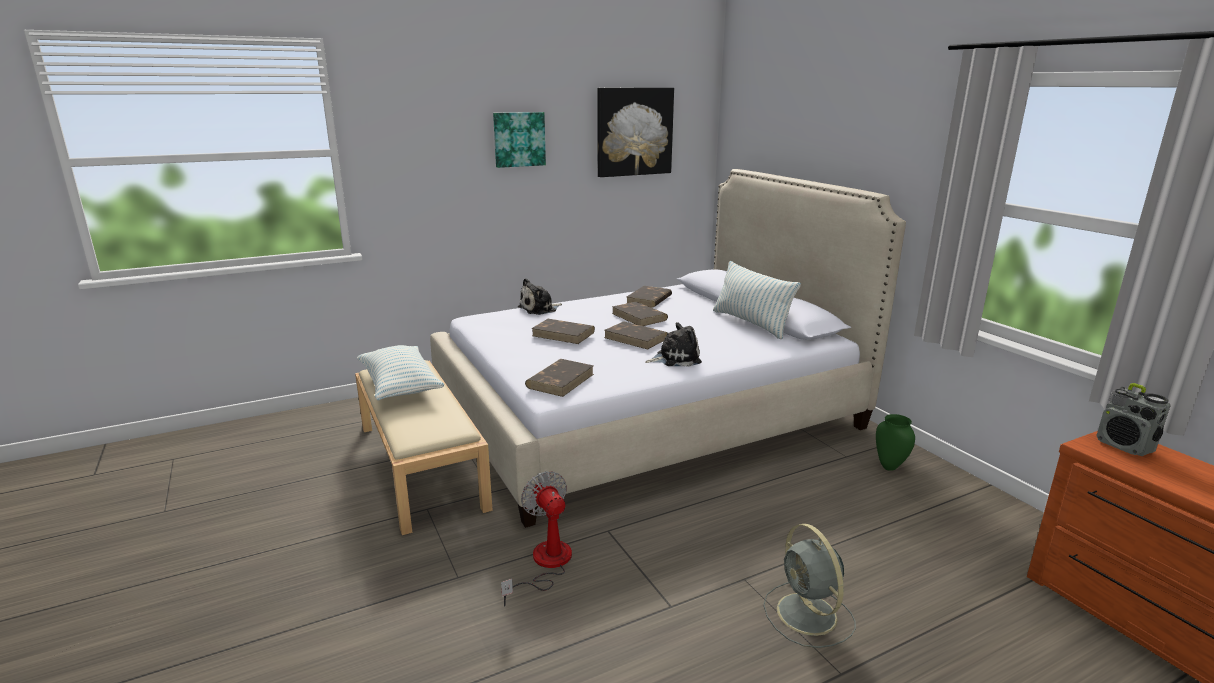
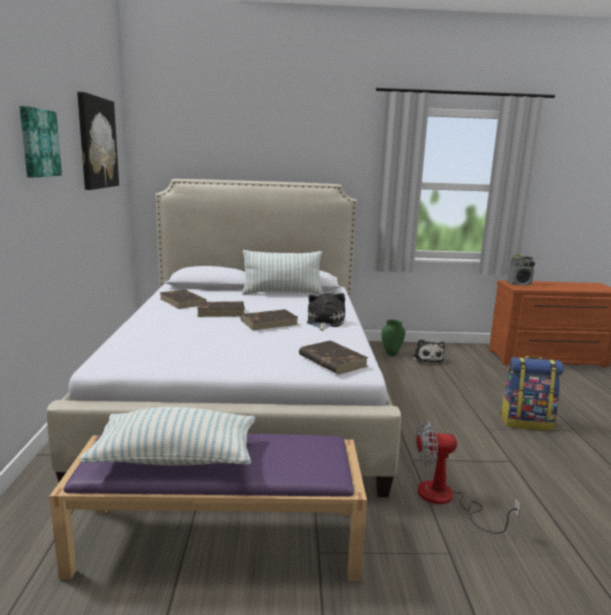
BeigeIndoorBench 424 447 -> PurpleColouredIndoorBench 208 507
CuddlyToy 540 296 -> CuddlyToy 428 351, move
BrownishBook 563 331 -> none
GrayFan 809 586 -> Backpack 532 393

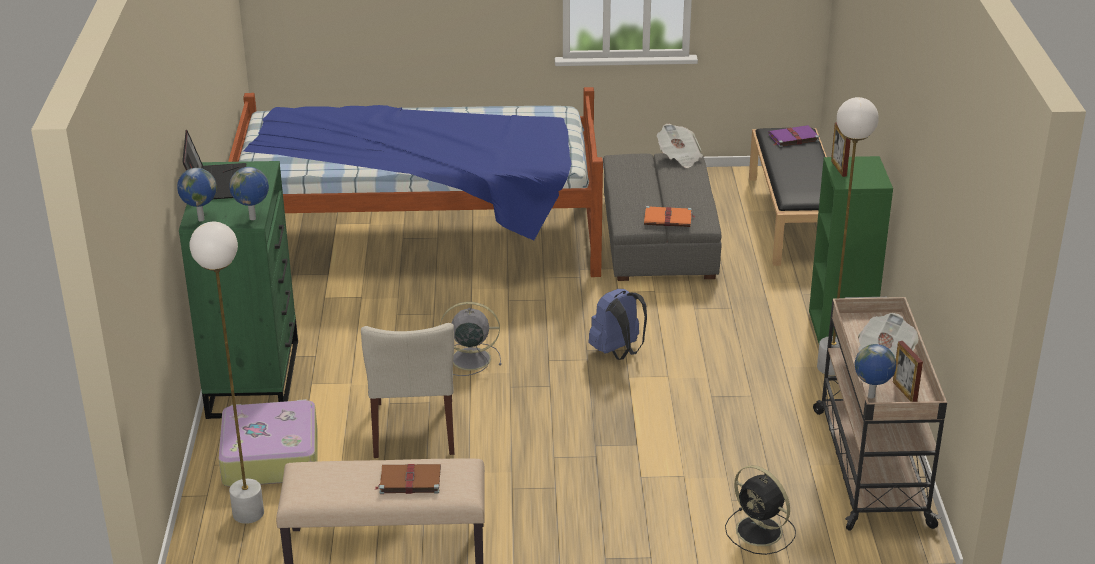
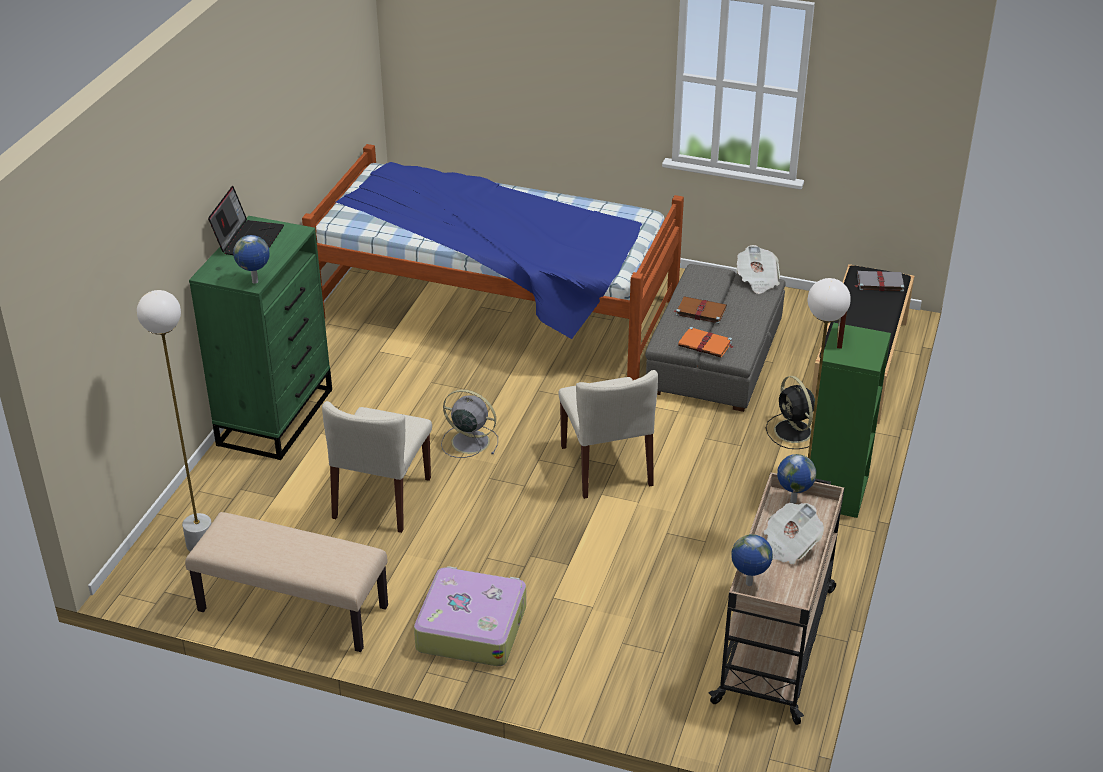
DeskGlobe 197 194 -> DeskGlobe 796 479, move
PieceOfLuggage 267 442 -> PieceOfLuggage 470 616, move
BrownishBook 408 479 -> BrownishBook 700 310, move
BlueColouredBackpack 618 324 -> BeigeUprightChair 608 434
BlackishFan 760 510 -> BlackishFan 790 412, move
PurpleColouredBook 794 136 -> GrayBook 879 281
PhotoFrame 908 371 -> none

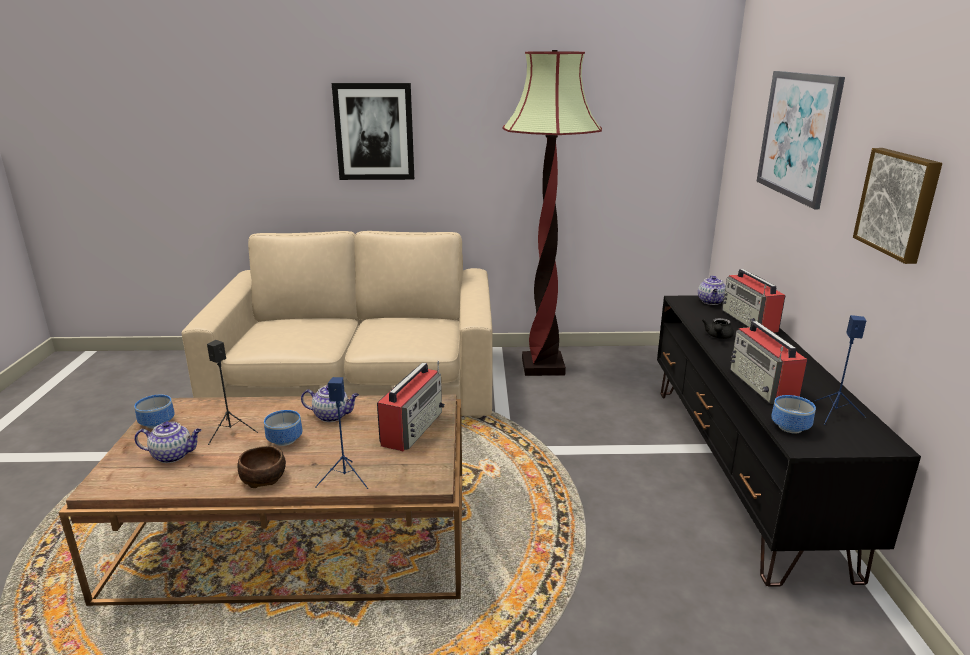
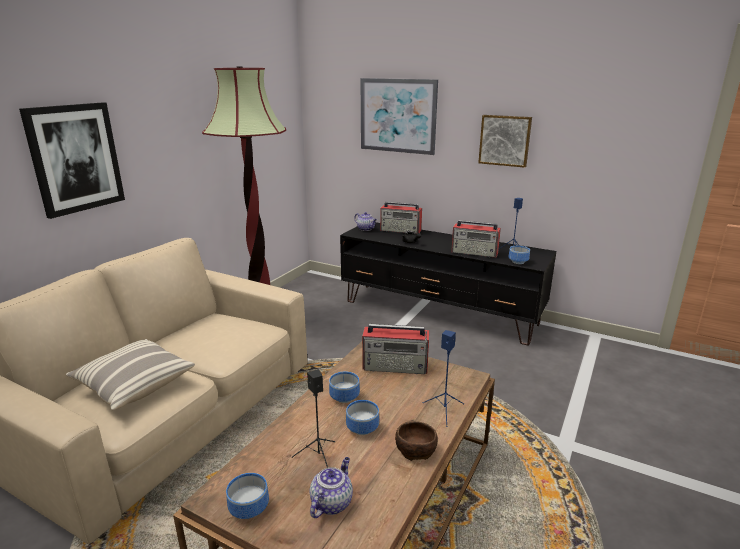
Teapot 330 403 -> DeepDish 344 387
RadioReceiver 411 406 -> RadioReceiver 395 349, 135 degrees clockwise
none -> ThrowPillow 130 374

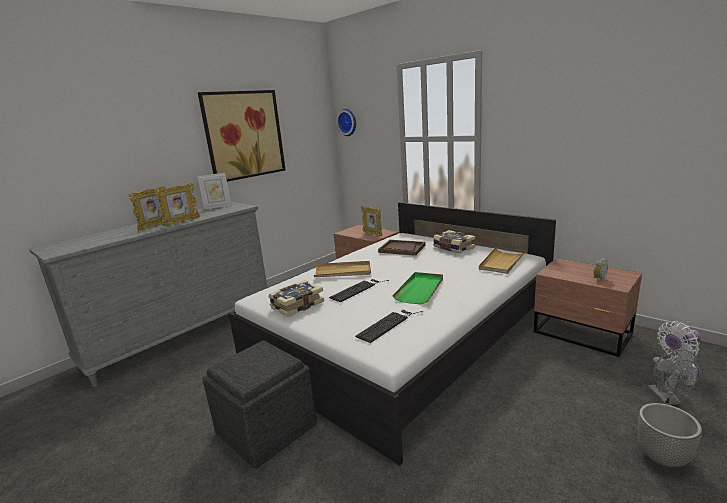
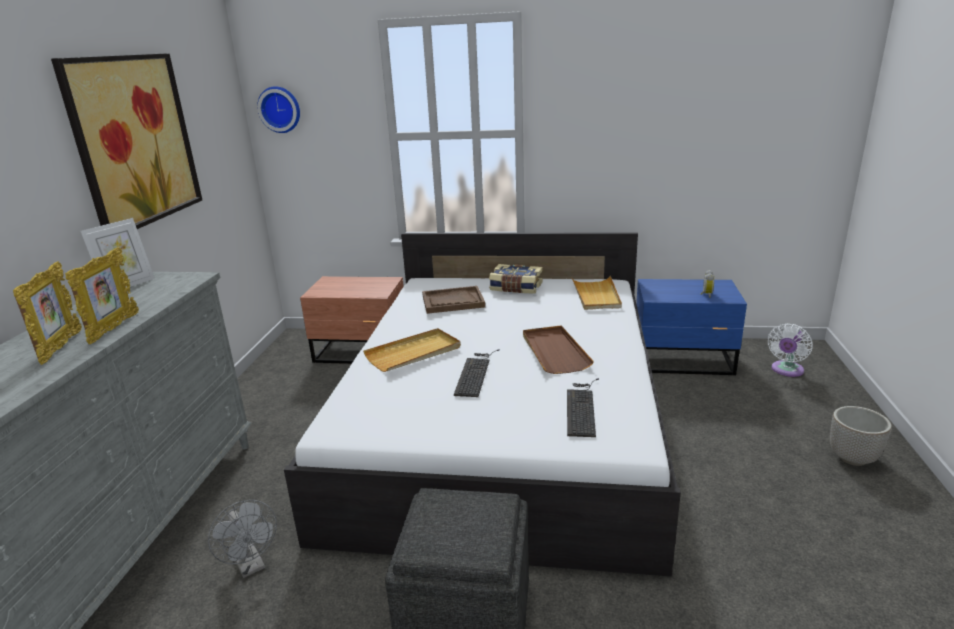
Book 296 298 -> none
PhotoFrame 371 221 -> none
GreenishCarryingTray 417 288 -> BrownishCarryingTray 558 350
BrownishBedsideTable 588 307 -> BlueColouredBedsideTable 691 327
GrayFan 674 377 -> GrayFan 242 539, move

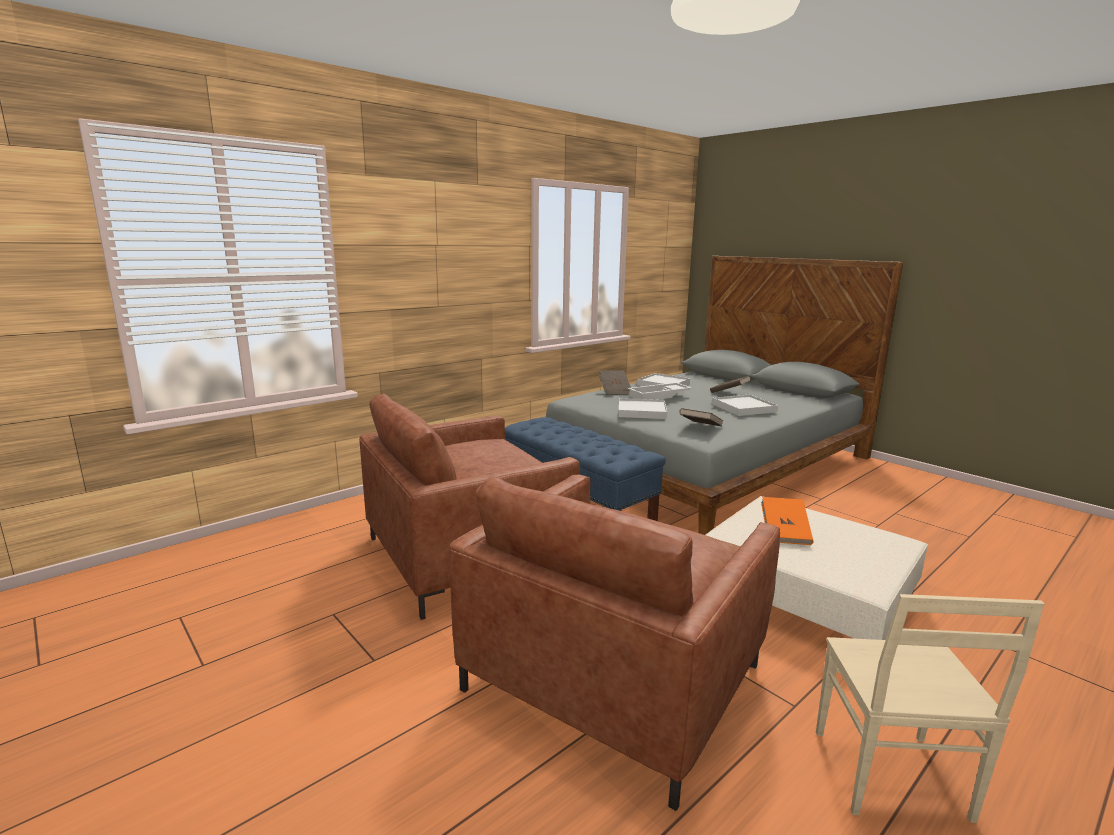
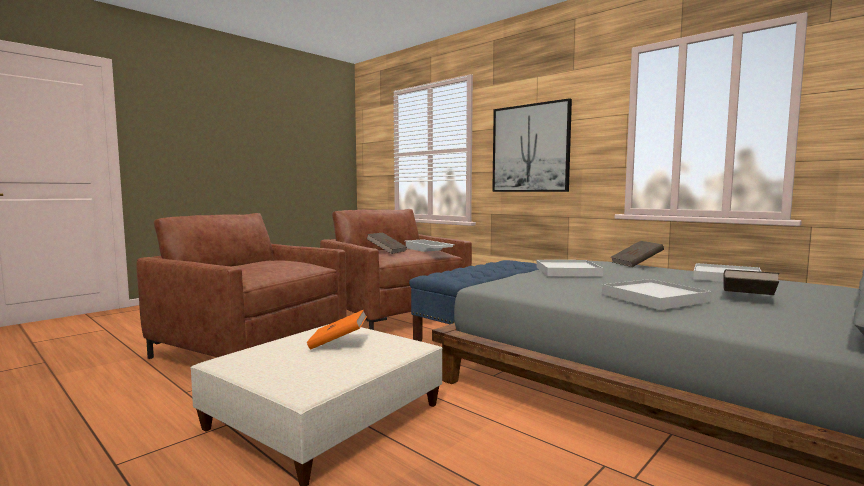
WhitishCarryingTray 660 391 -> WhitishCarryingTray 430 245, move
BrownishBook 701 417 -> BrownishBook 386 243, move
BeigeUprightChair 930 708 -> none
none -> Picture 532 145

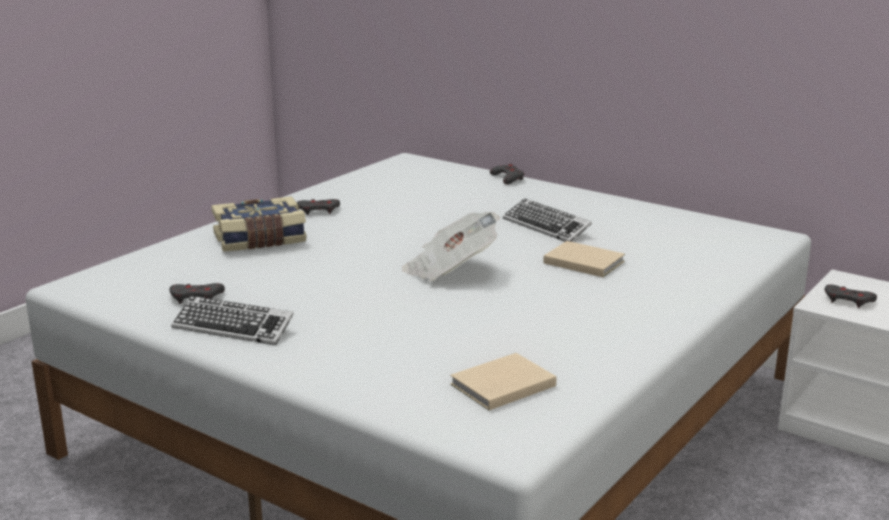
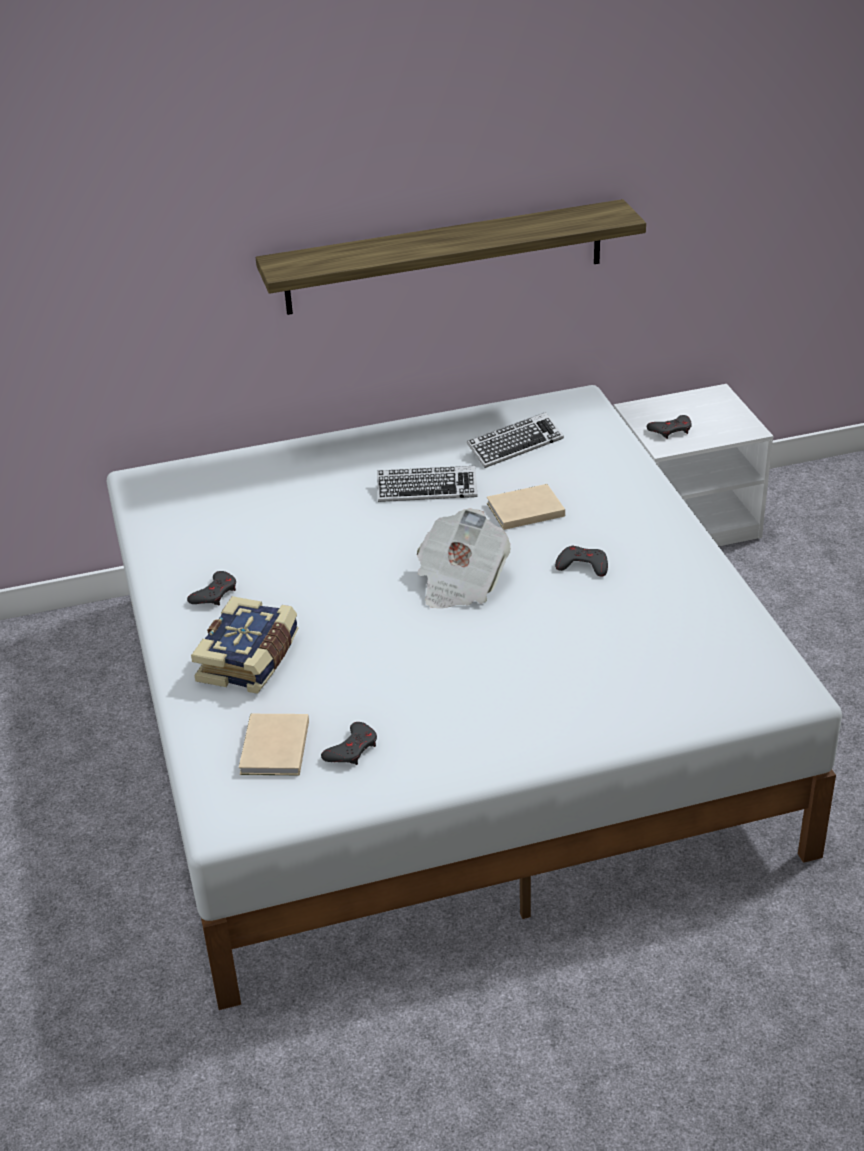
PcKeyboard 232 320 -> PcKeyboard 515 440, move
BeigeBook 503 381 -> BeigeBook 274 744, move
GrayGamepad 507 174 -> GrayGamepad 581 561, move
none -> WallShelf 451 257

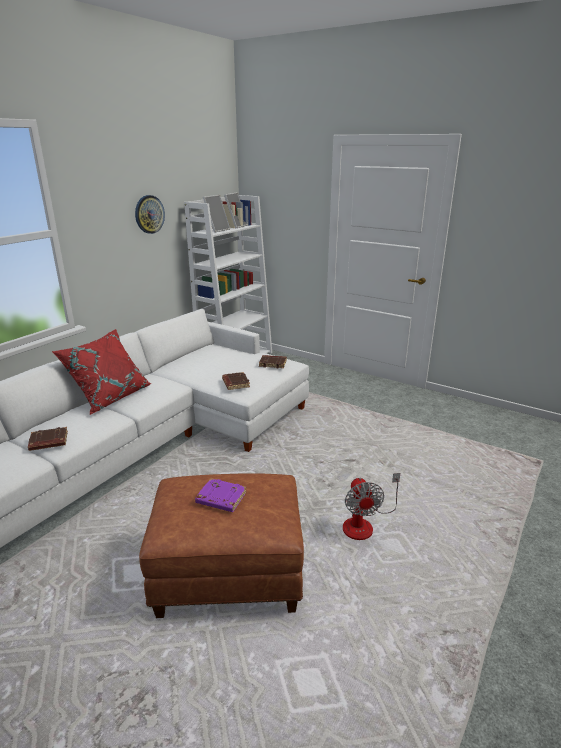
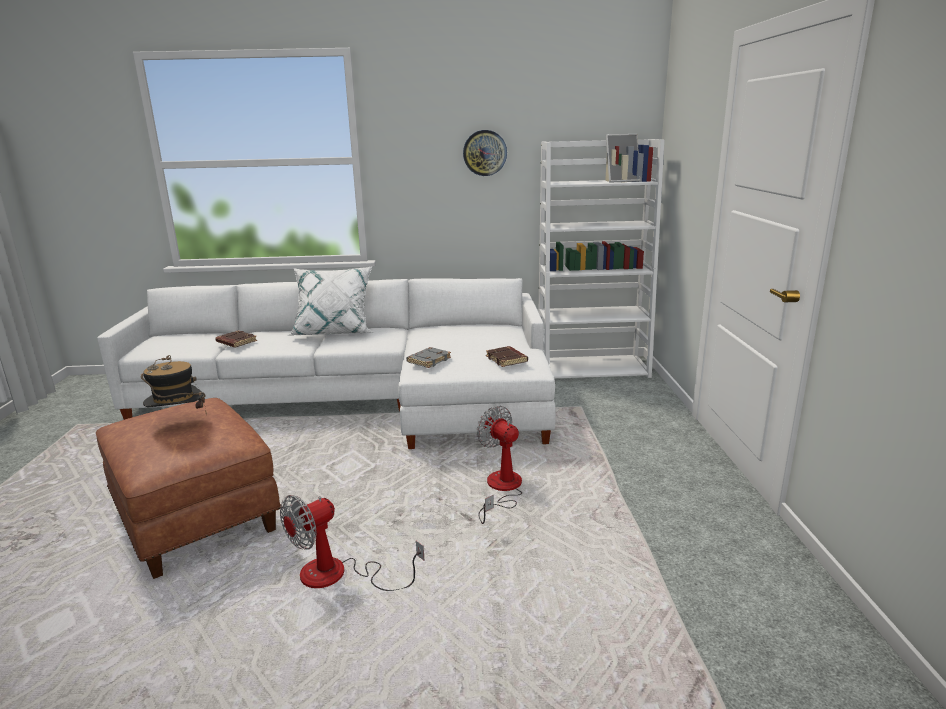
ReddishThrowPillow 102 372 -> WhitishThrowPillow 331 301
PurpleColouredBook 221 495 -> ClothingHat 174 385
PhotoFrame 216 214 -> none
BrownishBook 236 381 -> GrayBook 428 357
none -> Fan 499 465

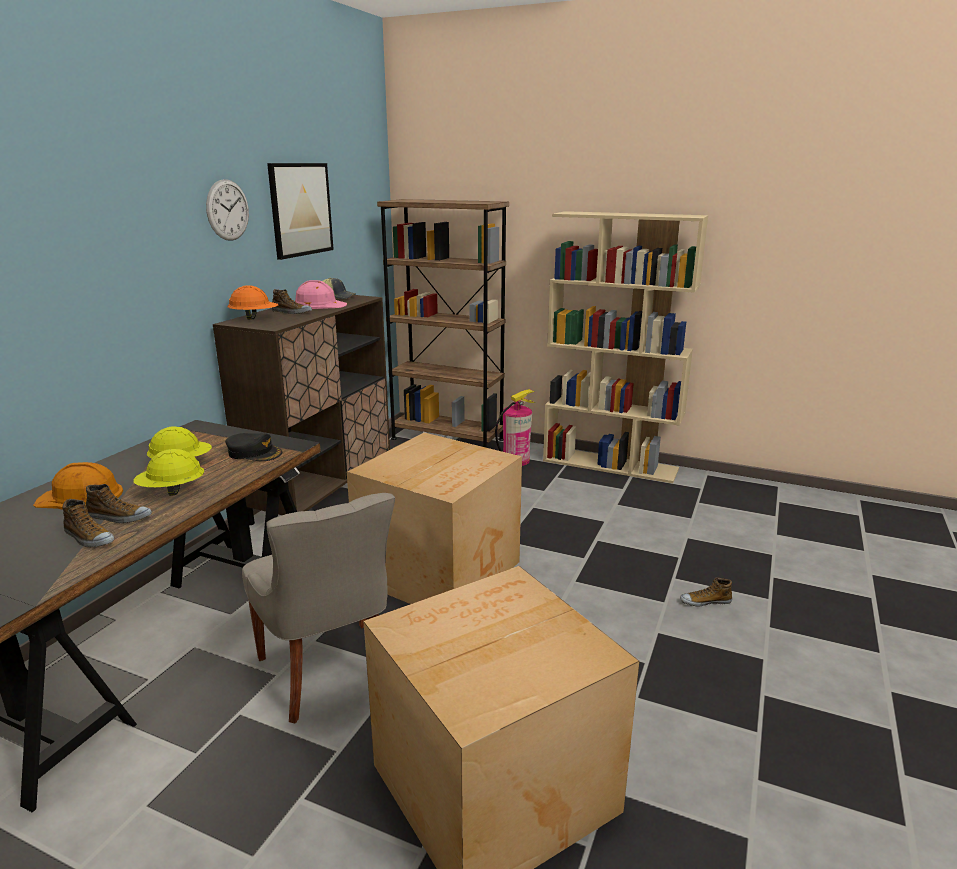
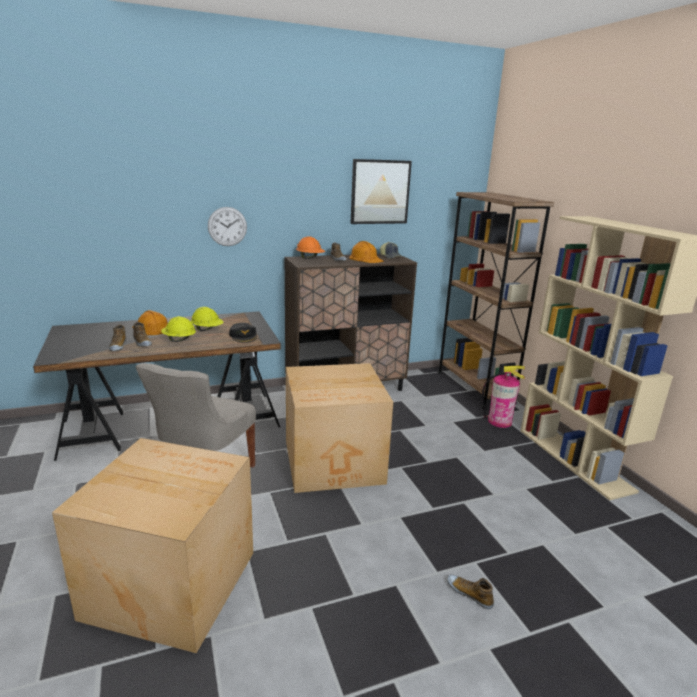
WallClock 227 210 -> WallClock 227 226, move
PinkHardHat 321 294 -> OrangeHardHat 366 252

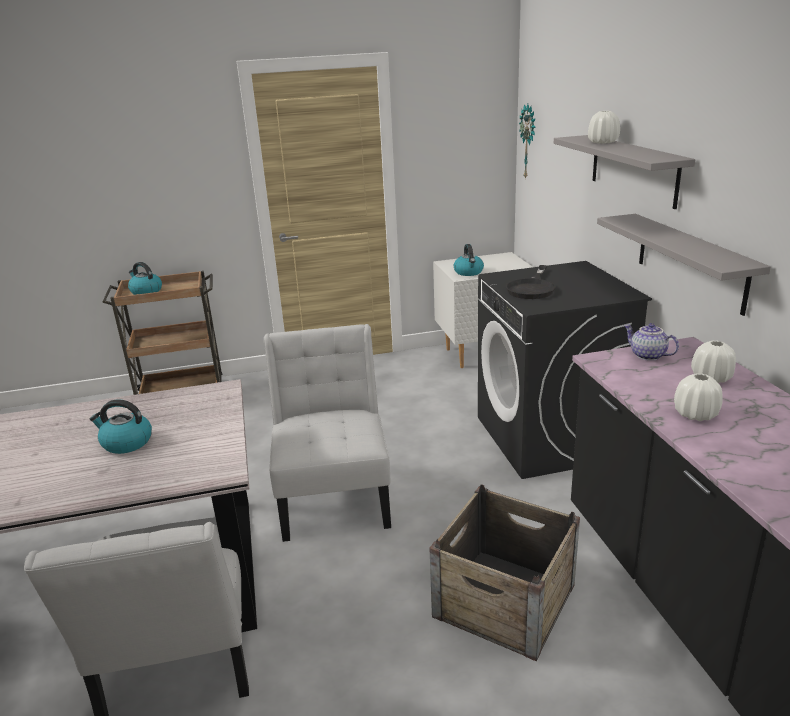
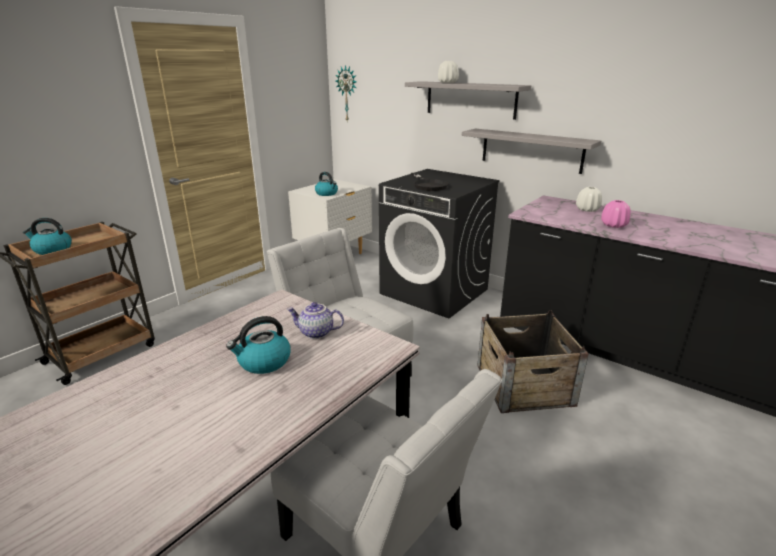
Teapot 651 342 -> Teapot 315 320, move
WhitishFlowerVase 698 397 -> PinkFlowerVase 616 214

